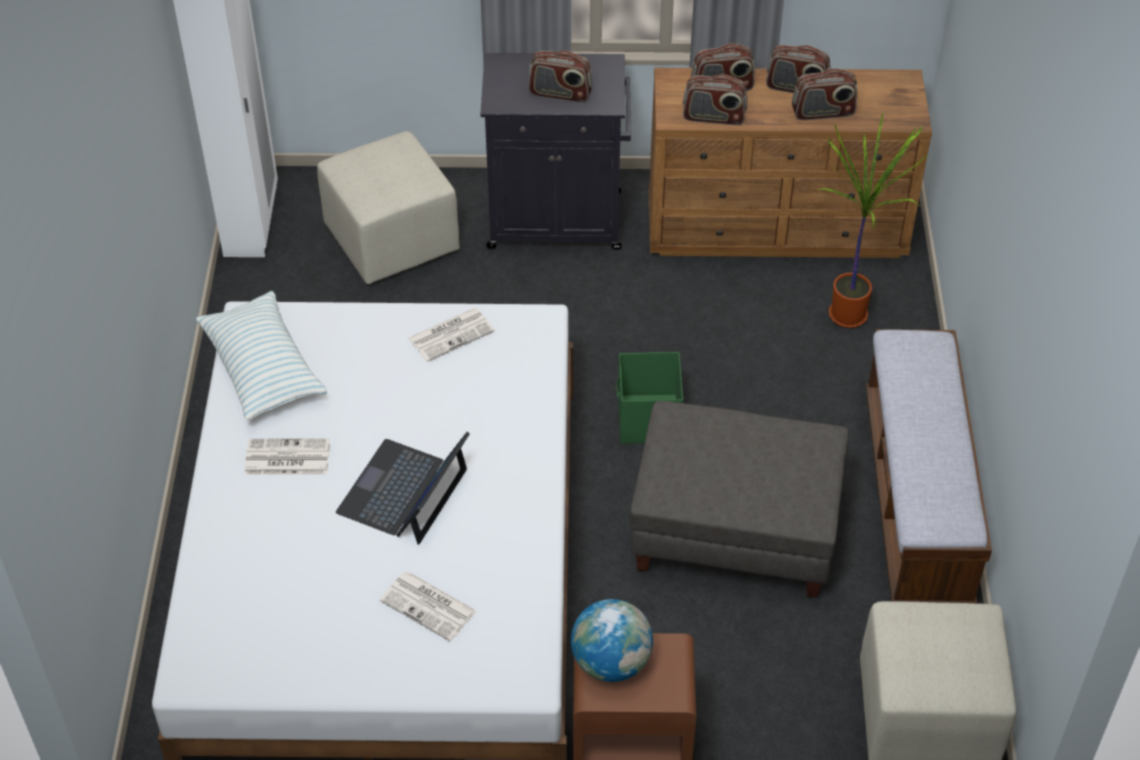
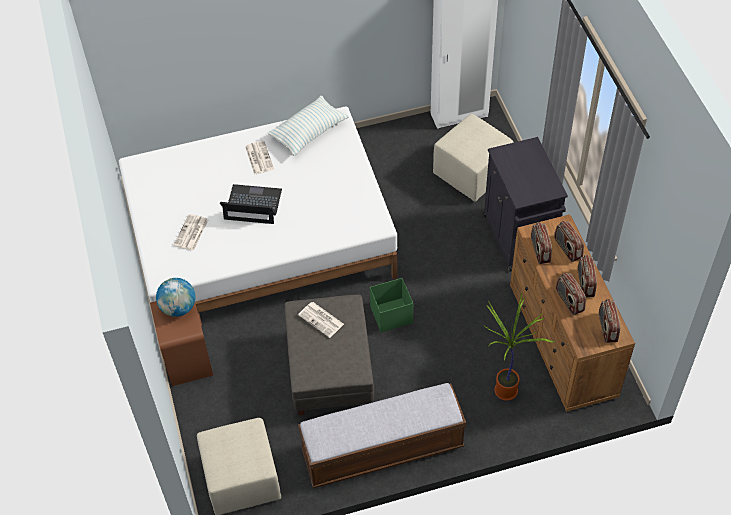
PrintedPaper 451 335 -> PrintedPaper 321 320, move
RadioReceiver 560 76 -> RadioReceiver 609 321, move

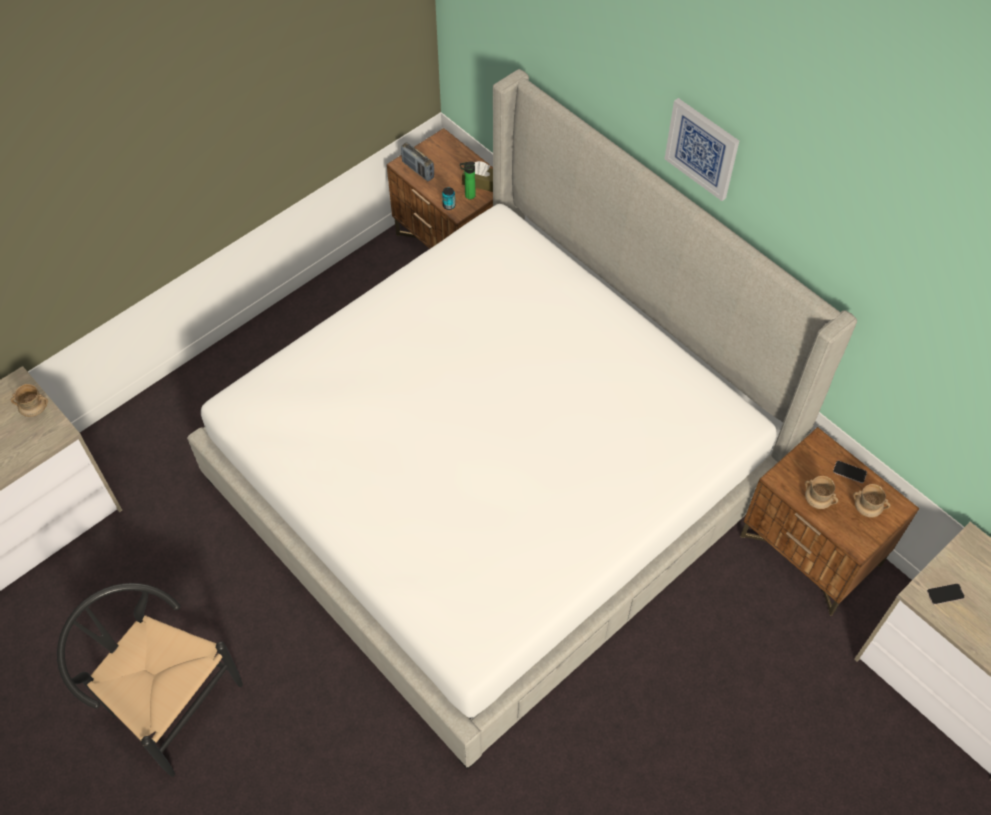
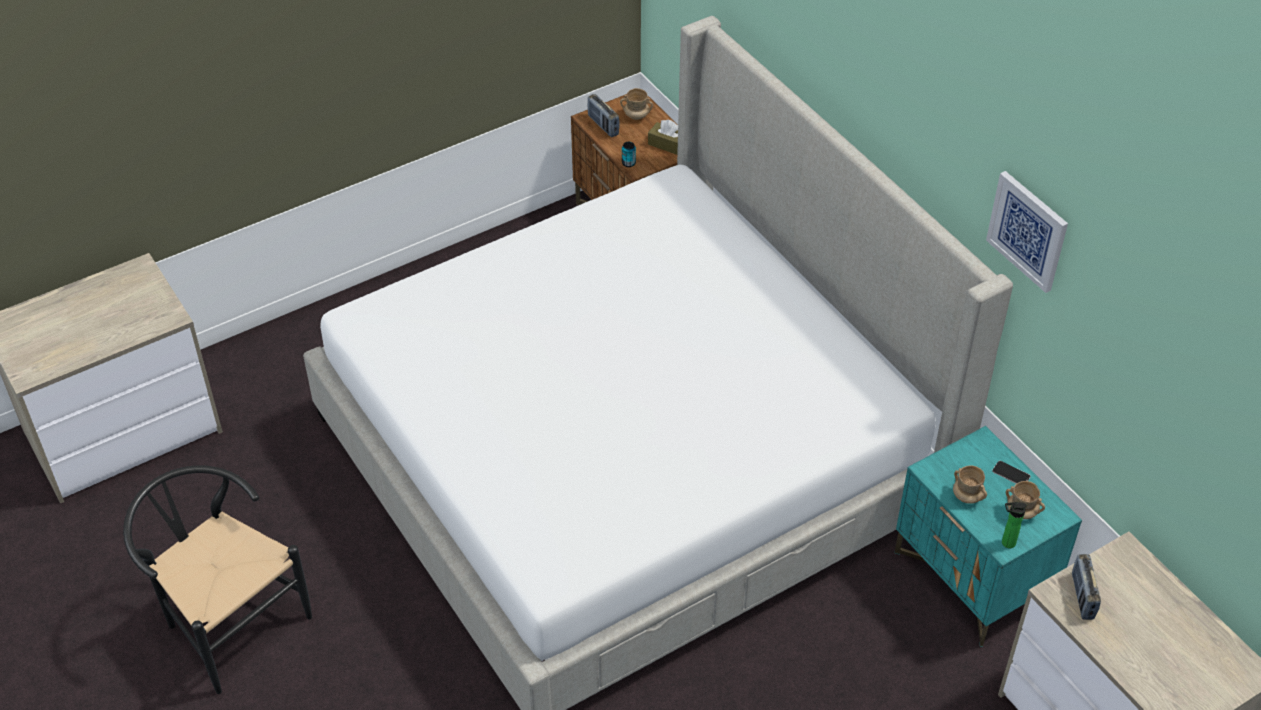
BeigeMug 29 400 -> BeigeMug 636 104, move
Bottle 468 180 -> Bottle 1014 525, move
Picture 702 149 -> Picture 1027 232, move
BrownishBedsideTable 830 521 -> BlueGreenBedsideTable 988 536
Phone 946 594 -> RadioReceiver 1086 587

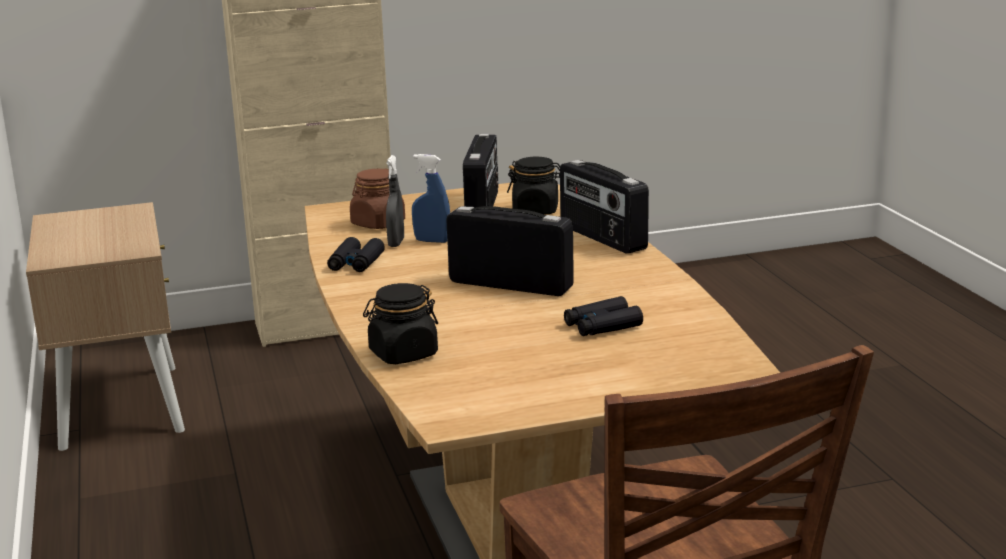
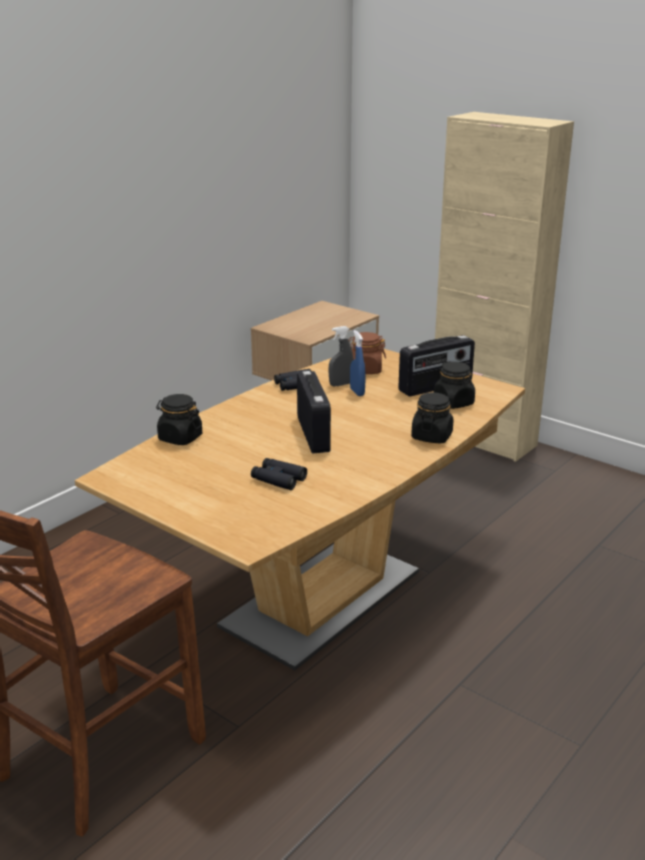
RadioReceiver 604 207 -> BlackishJar 432 418

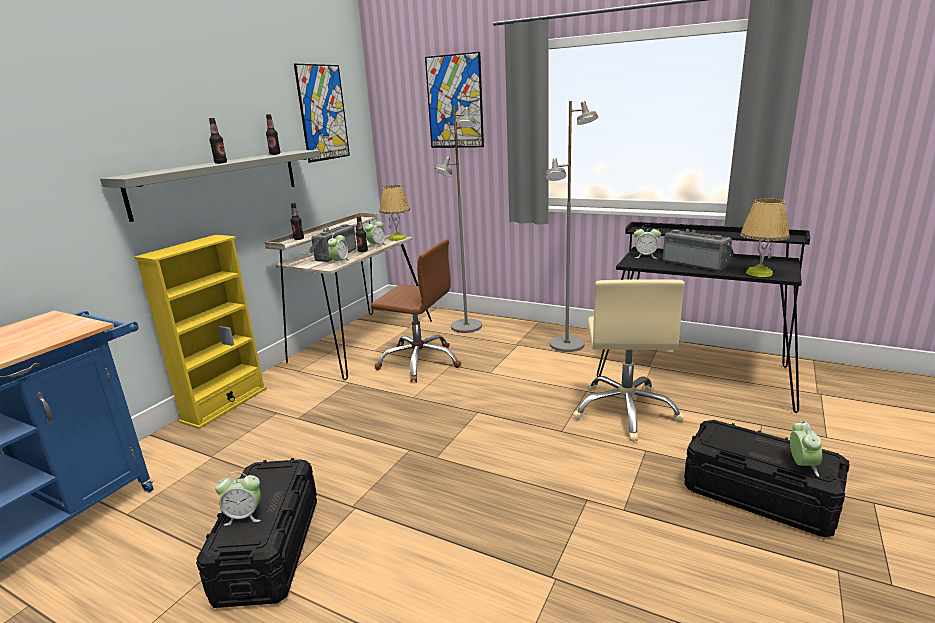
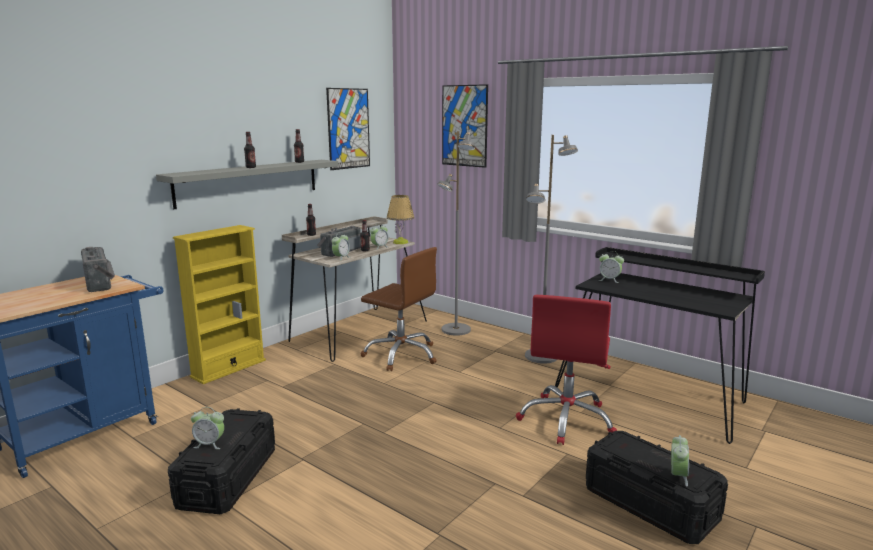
BeigeComputerChair 629 360 -> ReddishComputerChair 566 370
RadioReceiver 698 250 -> RadioReceiver 98 269, move
TabletopLamp 765 237 -> none

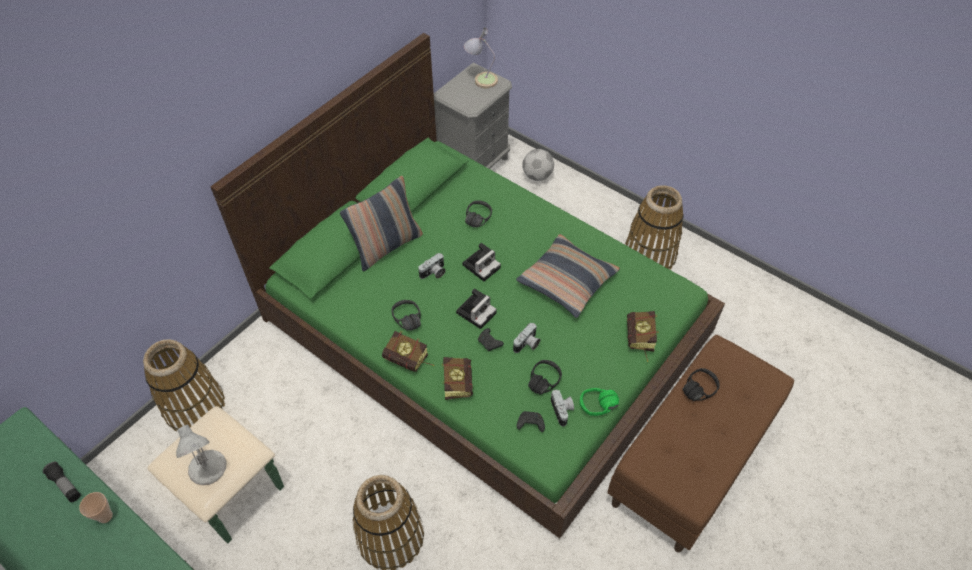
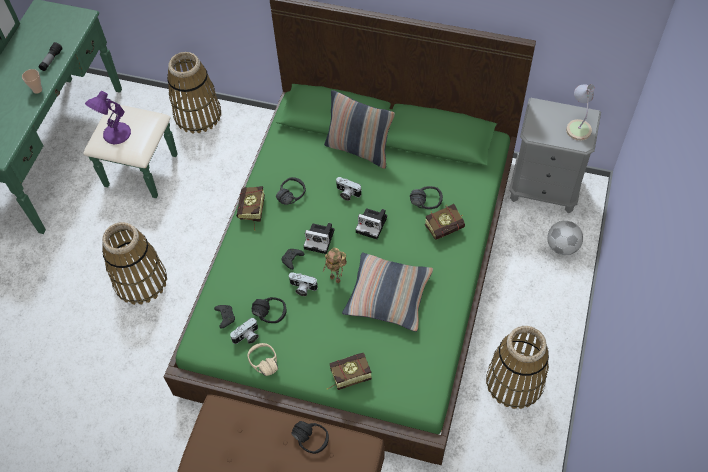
WhitishTabletopLamp 201 455 -> PurpleColouredTabletopLamp 108 117
Book 457 378 -> Book 445 222, move
GreenishHeadset 599 402 -> BeigeHeadset 262 359
none -> ToyRobot 334 266

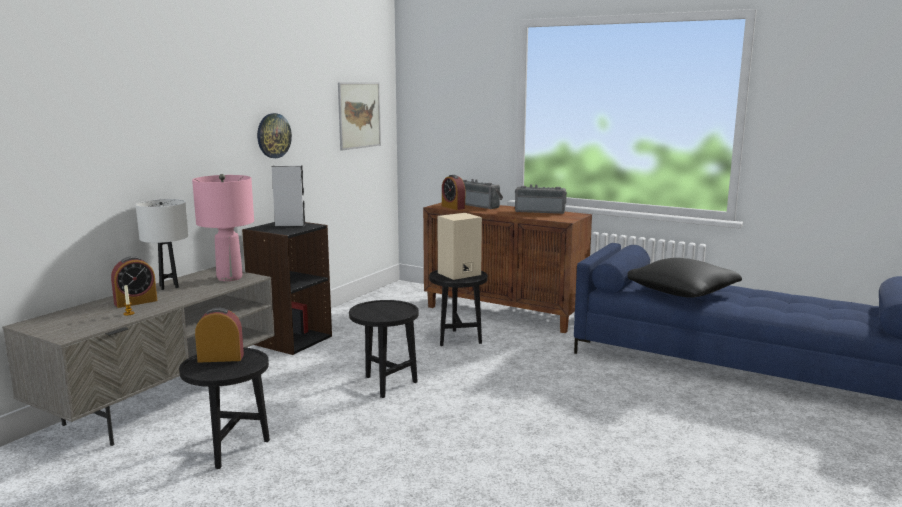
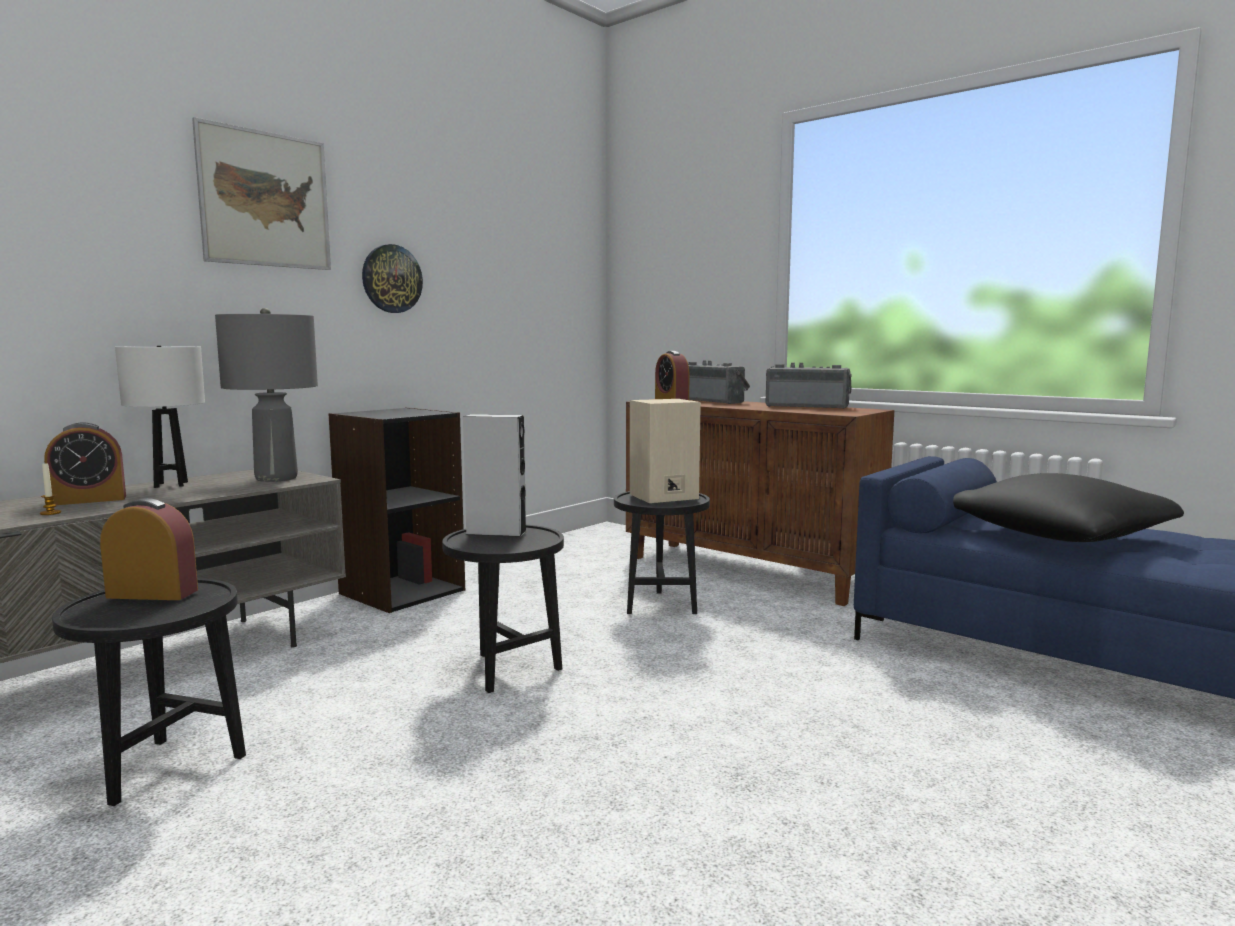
PinkTabletopLamp 223 227 -> GrayTabletopLamp 266 395
GrayLoudspeaker 288 196 -> GrayLoudspeaker 495 475, move
Picture 359 116 -> Picture 261 193, move

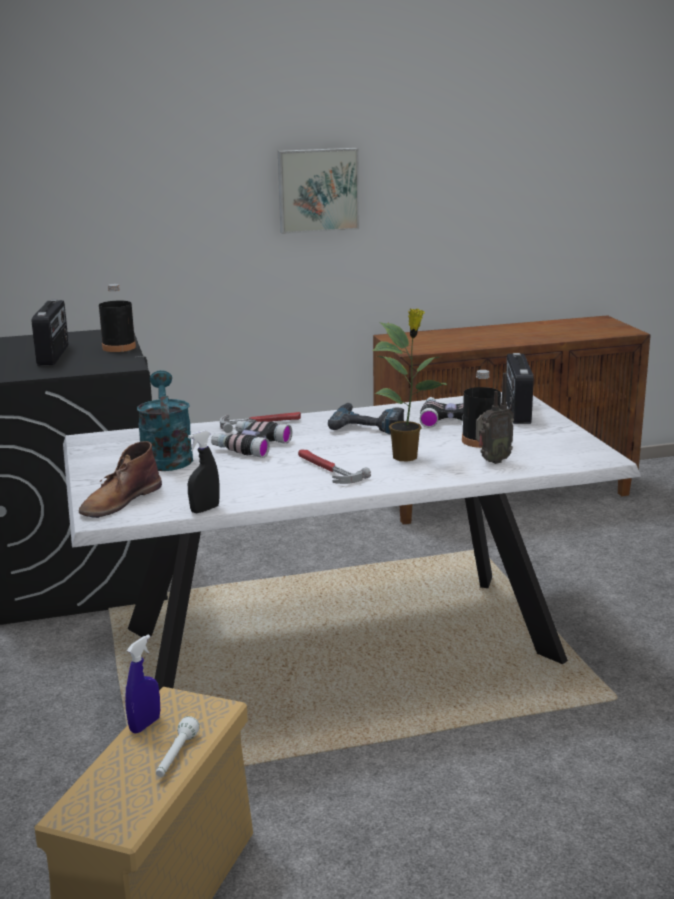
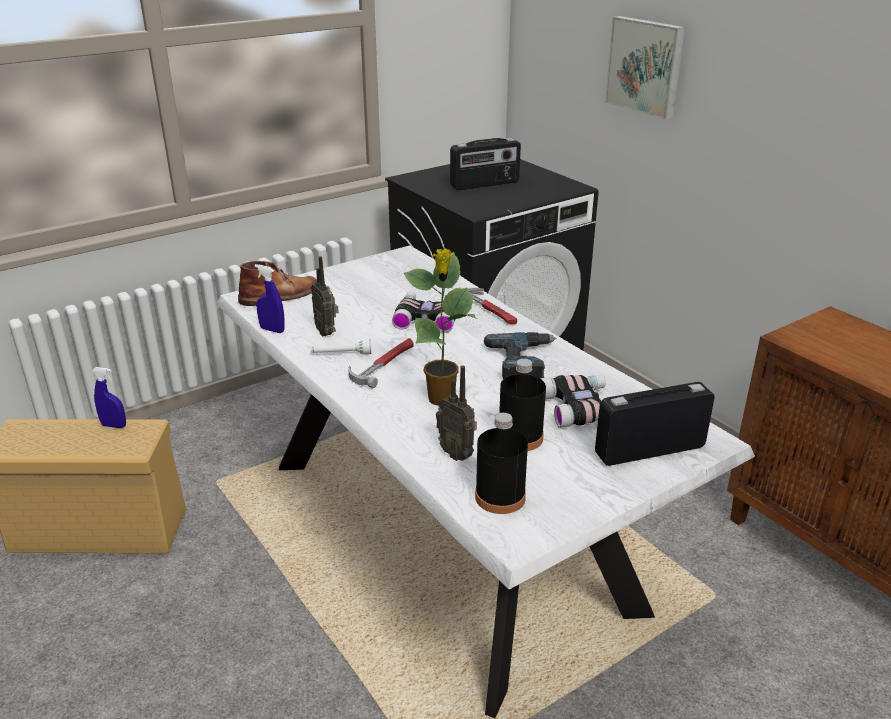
BrownishTallBoot 120 479 -> BrownishTallBoot 277 283, 135 degrees clockwise
BlackishBottle 117 318 -> BlackishBottle 501 463, move
BlueGreenSprinklingCan 165 420 -> none
WhitishHandTorch 178 746 -> WhitishHandTorch 341 347, move
BlackishSprayBottle 204 472 -> BlueColouredSprayBottle 270 298
Picture 318 191 -> Picture 645 68, move
none -> RadioReceiver 325 296

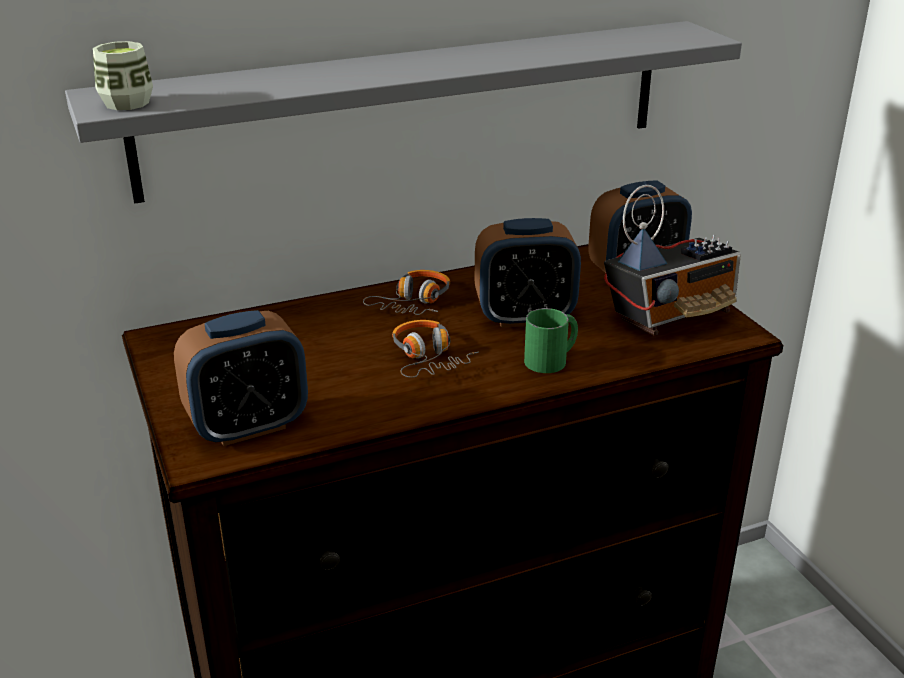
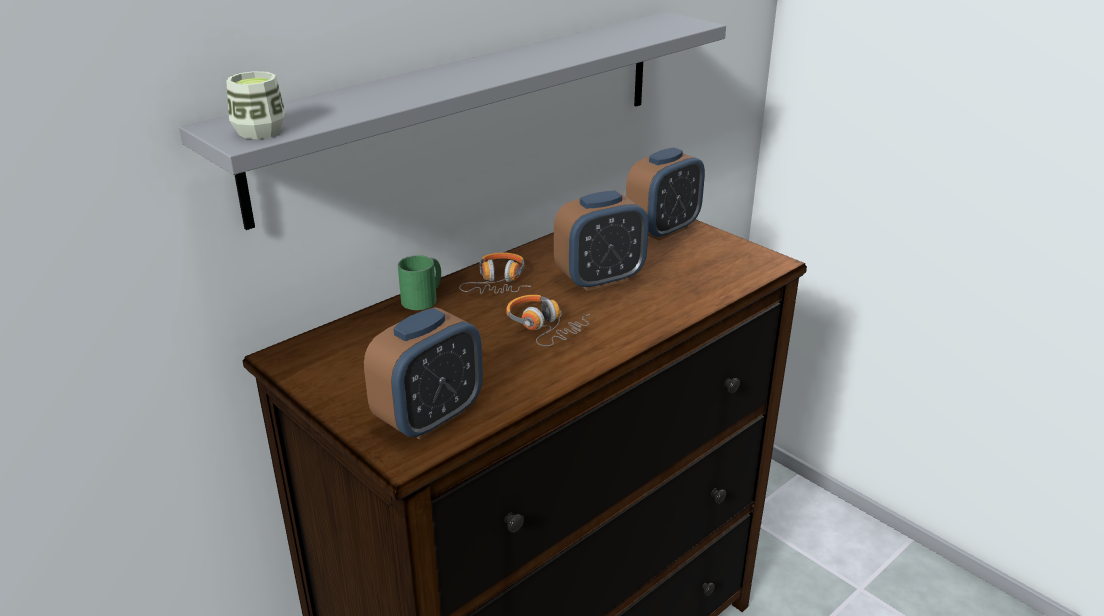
GreenishMug 551 340 -> GreenishMug 419 282, move
RadioReceiver 672 260 -> none

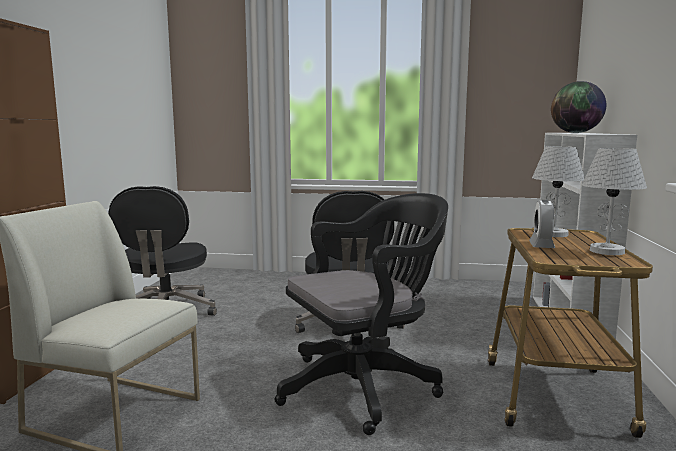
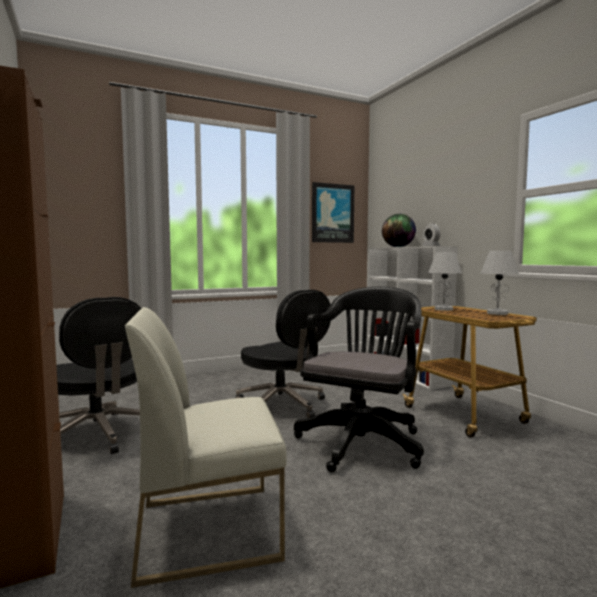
BedsideClock 542 224 -> BedsideClock 431 235, move
none -> Picture 333 212

